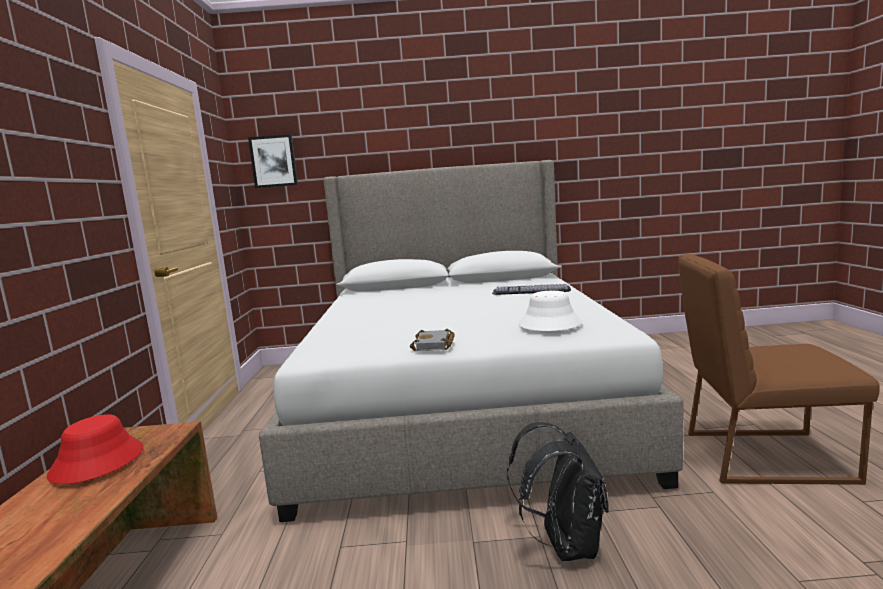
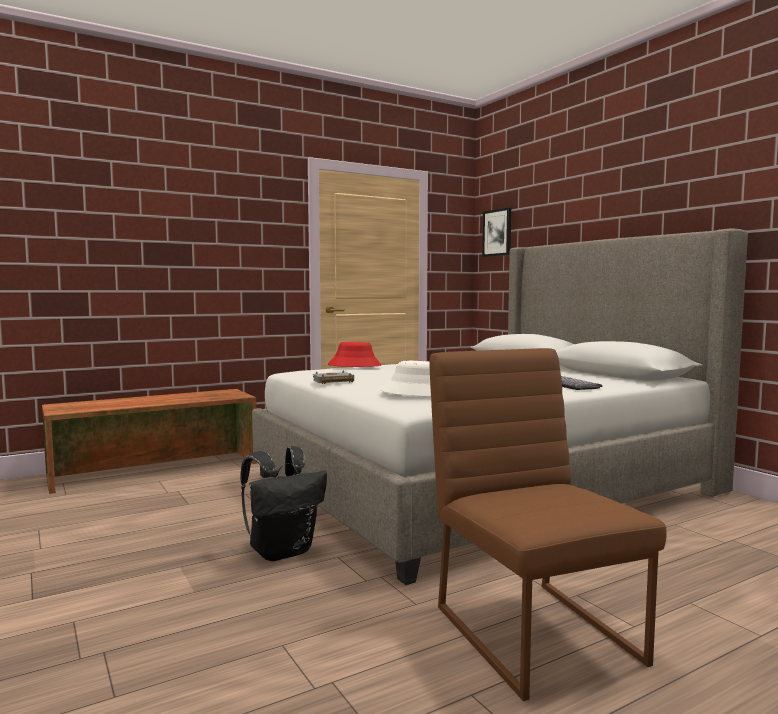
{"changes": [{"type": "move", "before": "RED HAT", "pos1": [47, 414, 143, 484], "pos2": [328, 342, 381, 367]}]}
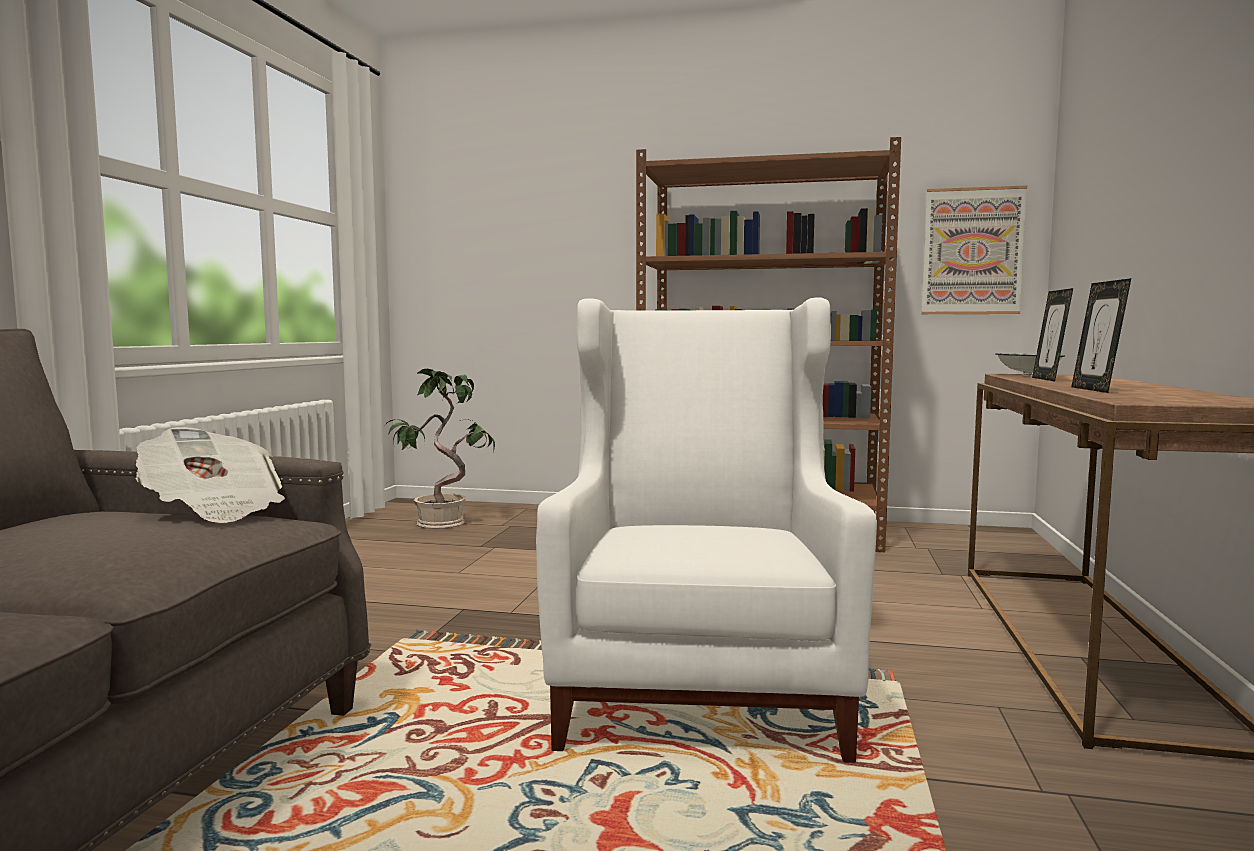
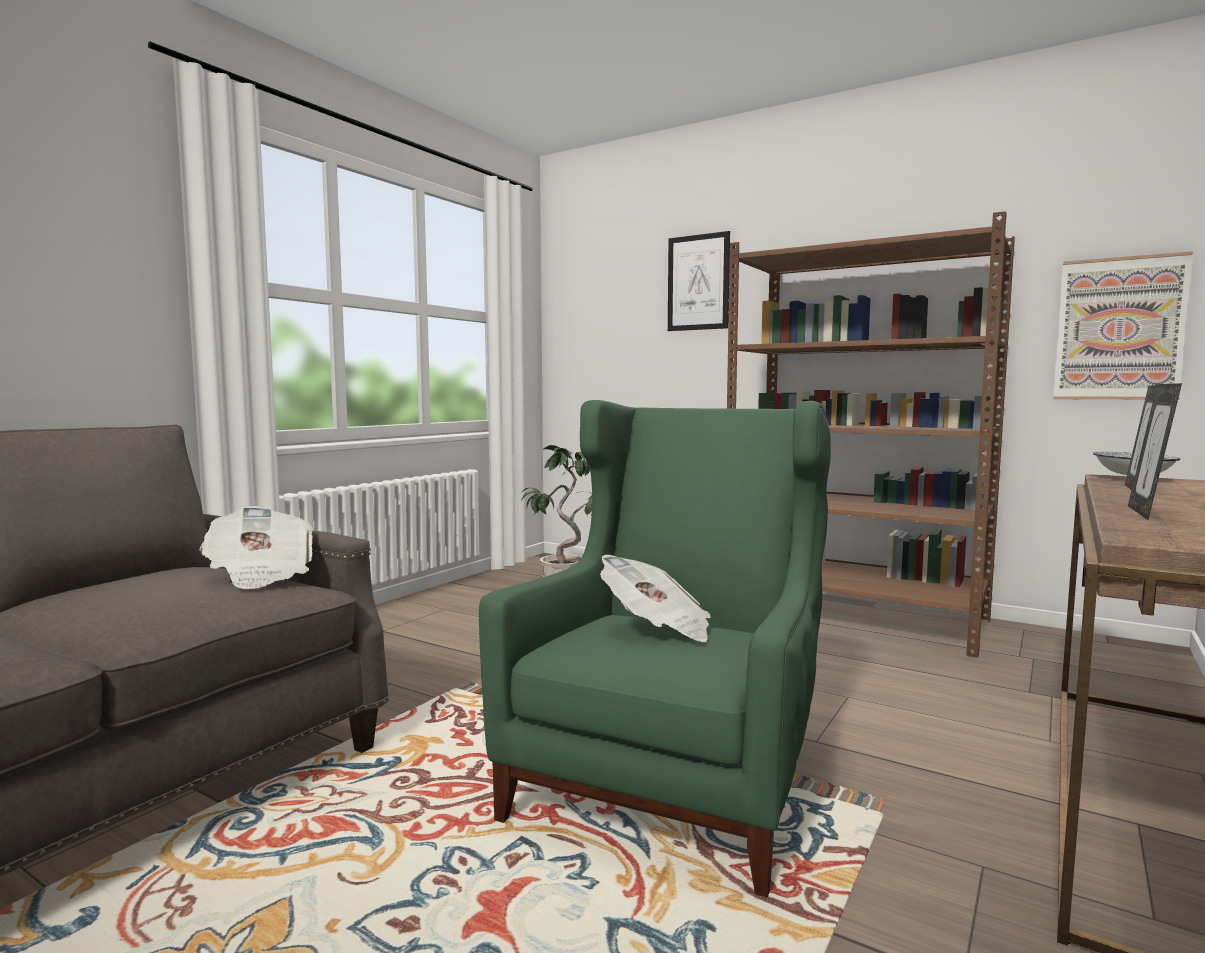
{"changes": [{"type": "recolor", "before": "WHITE ARMCHAIR", "after": "GREEN ARMCHAIR", "pos1": [536, 297, 877, 763], "pos2": [479, 400, 831, 897]}, {"type": "insert", "after": "NEWSPAPER", "pos2": [600, 555, 711, 642]}, {"type": "insert", "after": "PICTURE", "pos2": [668, 231, 730, 331]}]}
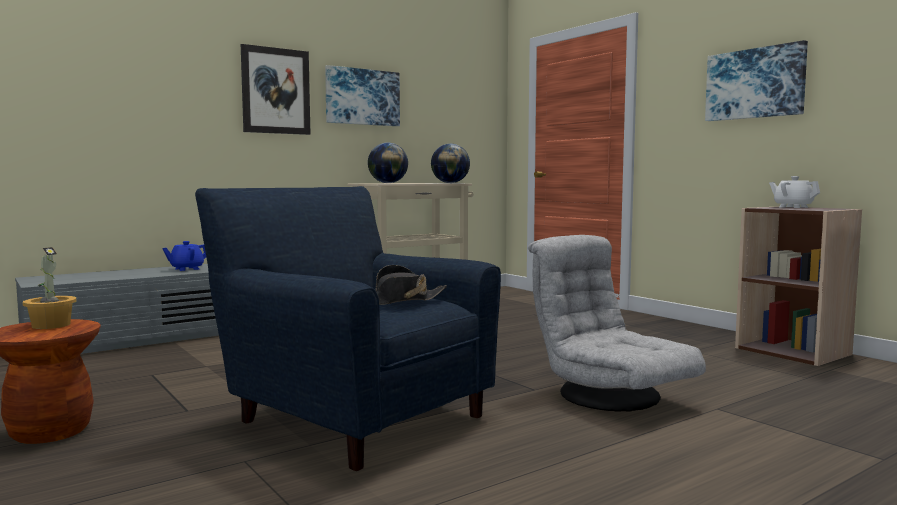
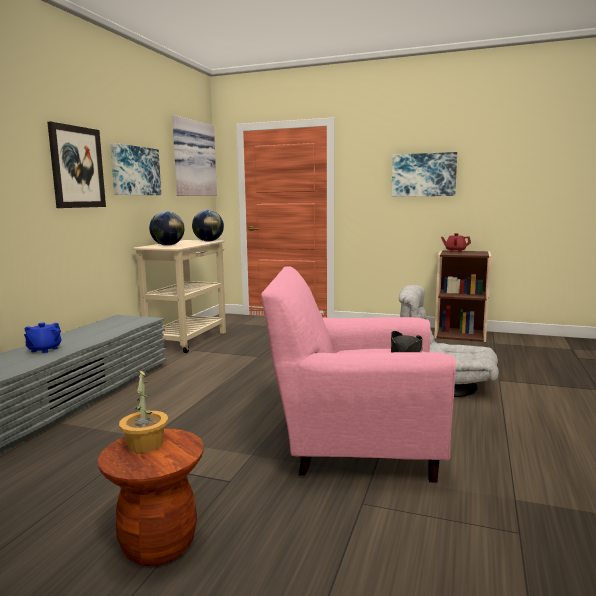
{"changes": [{"type": "recolor", "before": "BLUE ARMCHAIR", "after": "PINK ARMCHAIR", "pos1": [195, 186, 501, 471], "pos2": [261, 267, 456, 482]}, {"type": "recolor", "before": "WHITE TEAPOT", "after": "RED TEAPOT", "pos1": [769, 176, 820, 208], "pos2": [441, 233, 471, 252]}, {"type": "insert", "after": "PICTURE", "pos2": [172, 115, 217, 196]}]}
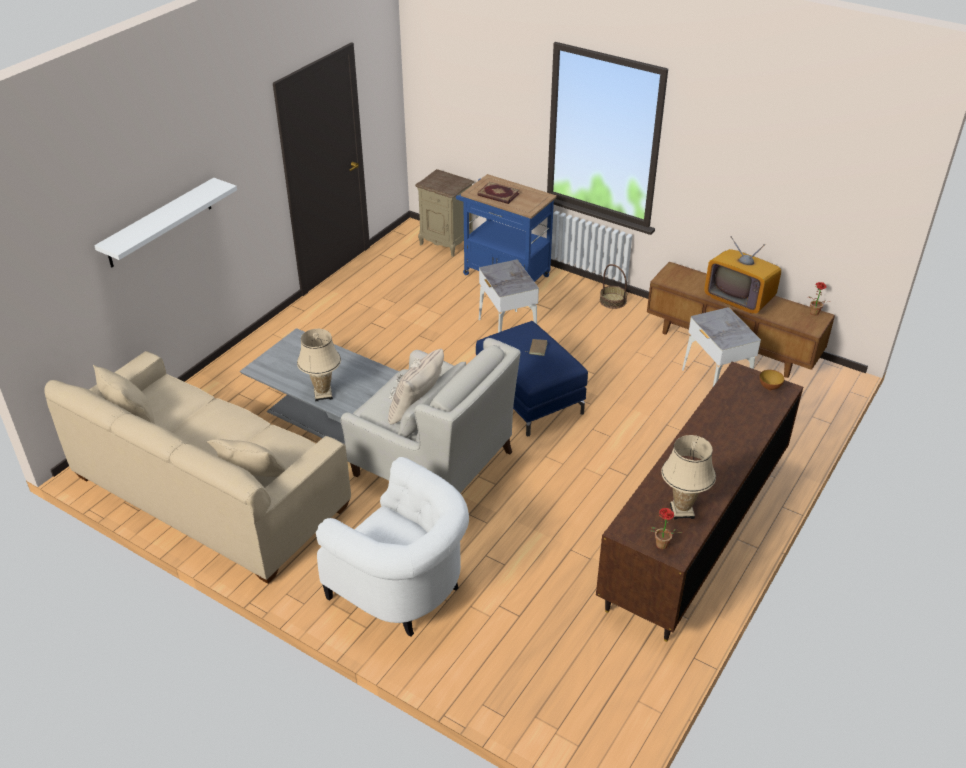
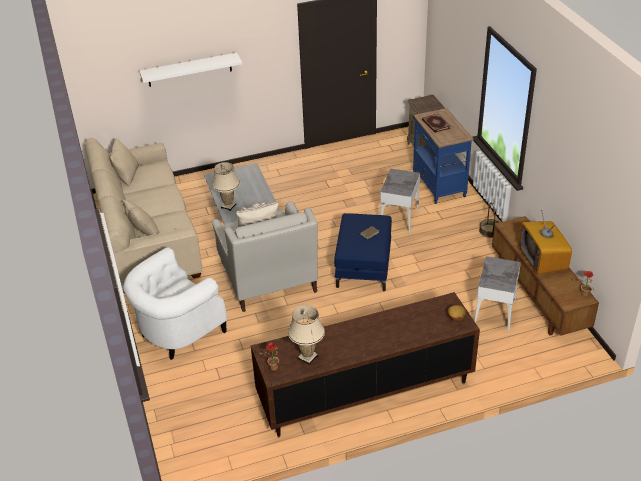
{"changes": [{"type": "rotate", "before": "WHITE ARMCHAIR", "pos1": [316, 457, 469, 637], "pos2": [123, 247, 227, 360], "turn": 60}]}
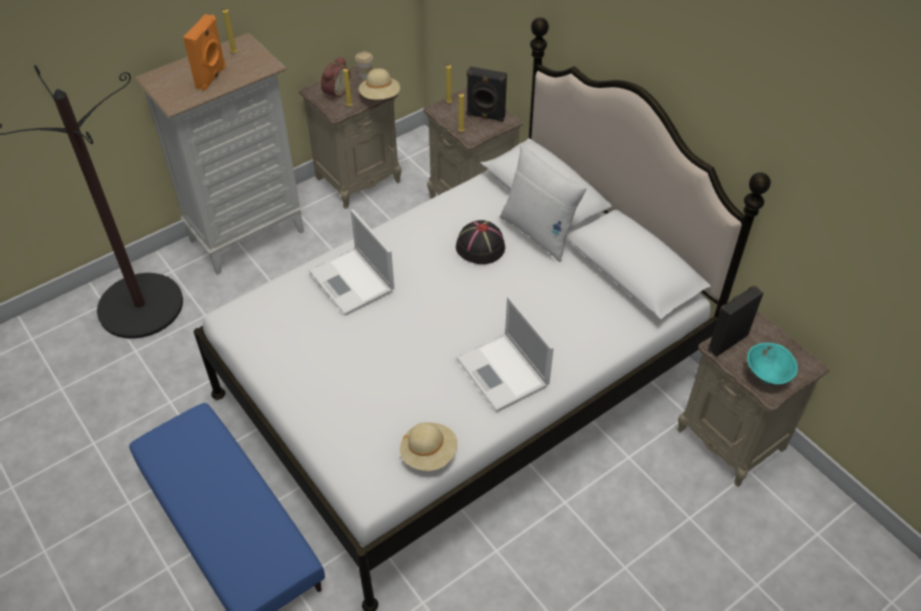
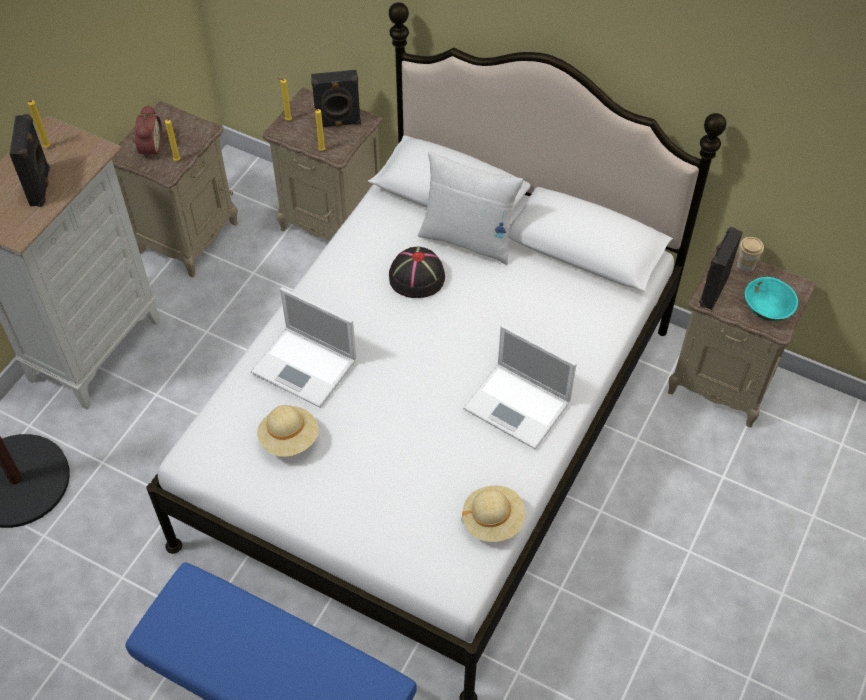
{"changes": [{"type": "recolor", "before": "ORANGE SPEAKER", "after": "BLACK SPEAKER", "pos1": [183, 14, 226, 91], "pos2": [10, 114, 50, 207]}, {"type": "move", "before": "CUP", "pos1": [355, 51, 373, 79], "pos2": [737, 237, 764, 272]}, {"type": "move", "before": "BEIGE HAT", "pos1": [359, 68, 400, 100], "pos2": [257, 405, 319, 457]}]}
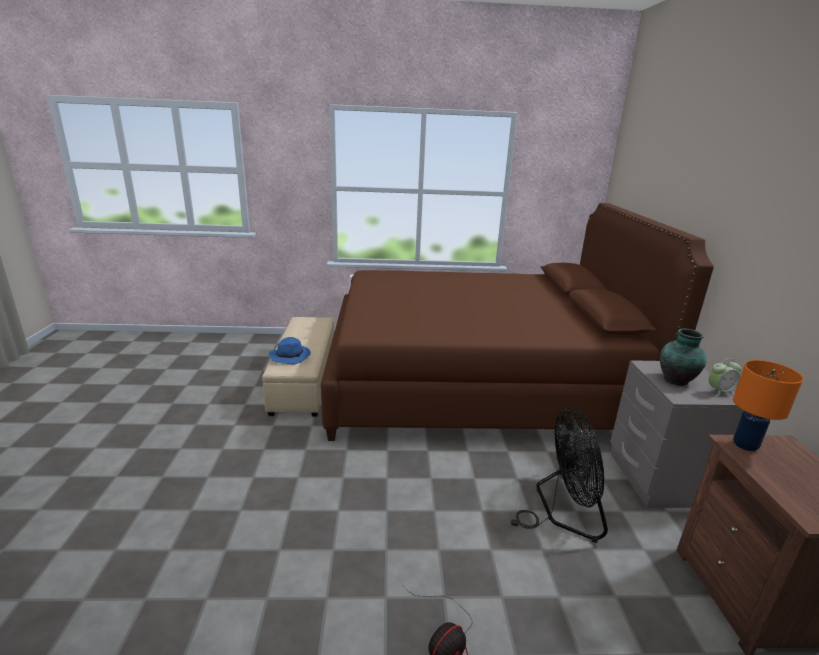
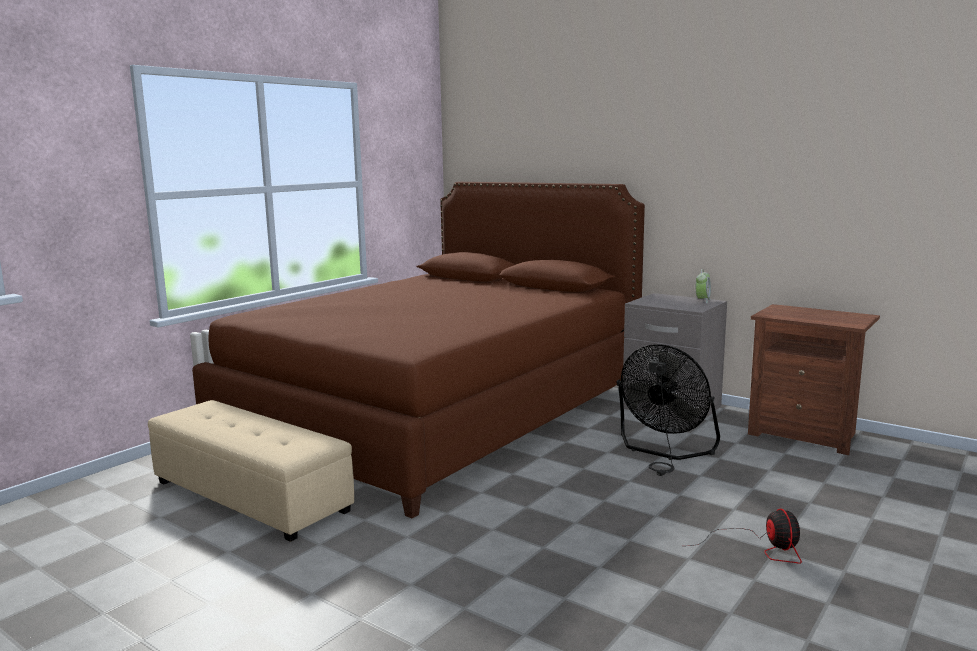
{"changes": [{"type": "delete", "before": "BLUE HAT", "pos1": [269, 337, 311, 364]}, {"type": "delete", "before": "VASE", "pos1": [660, 328, 706, 386]}, {"type": "delete", "before": "ORANGE TABLE LAMP", "pos1": [733, 360, 803, 451]}]}
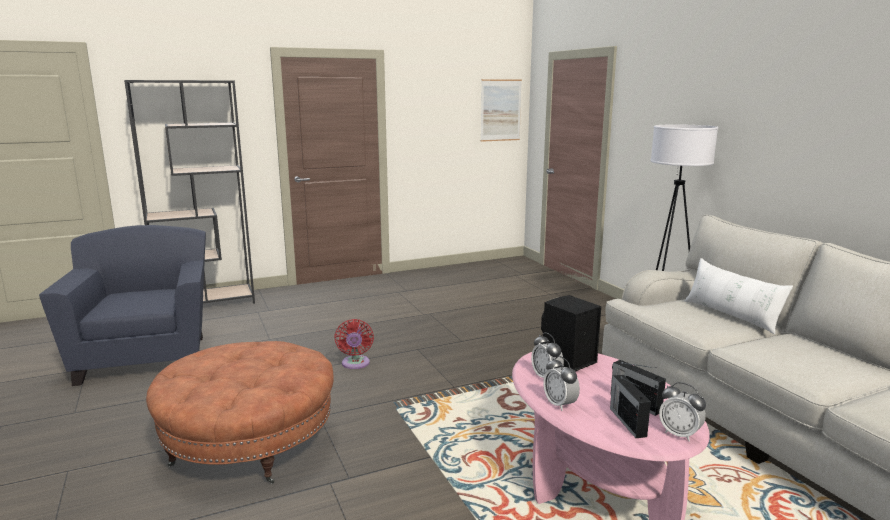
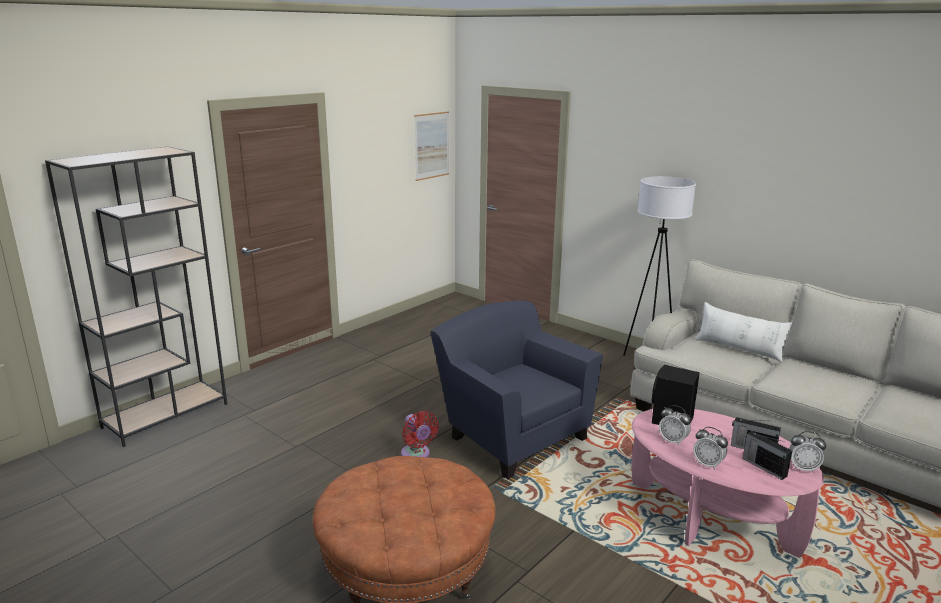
{"changes": [{"type": "move", "before": "BLUE ARMCHAIR", "pos1": [39, 225, 206, 386], "pos2": [431, 300, 603, 480]}]}
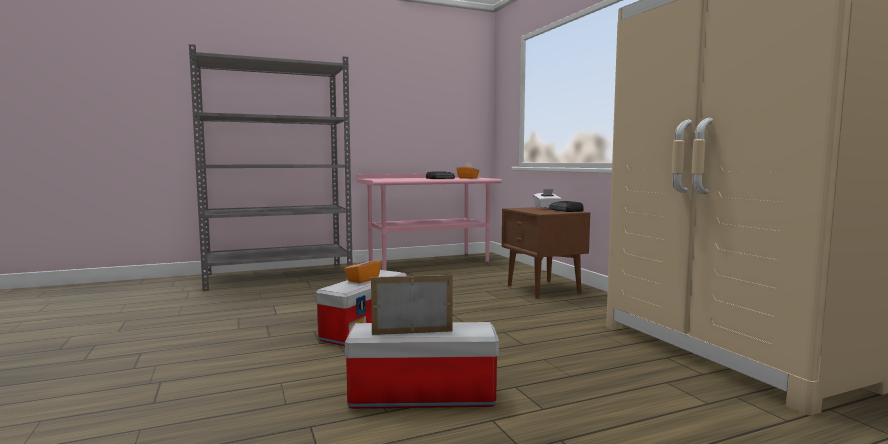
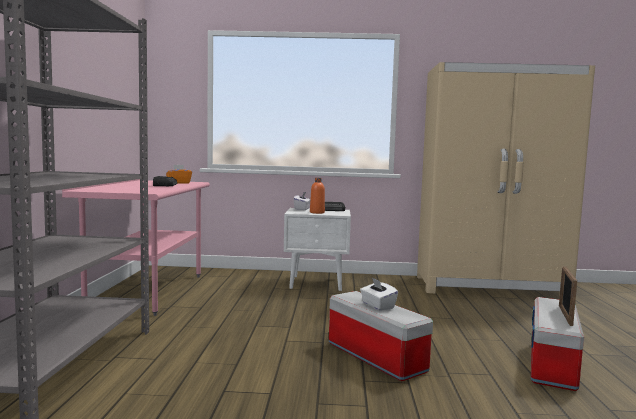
{"changes": [{"type": "recolor", "before": "ORANGE TISSUE BOX", "after": "WHITE TISSUE BOX", "pos1": [344, 253, 381, 283], "pos2": [360, 278, 398, 311]}, {"type": "recolor", "before": "BROWN NIGHTSTAND", "after": "WHITE NIGHTSTAND", "pos1": [502, 207, 590, 299], "pos2": [284, 208, 351, 291]}, {"type": "insert", "after": "ORANGE BOTTLE", "pos2": [310, 178, 325, 214]}]}
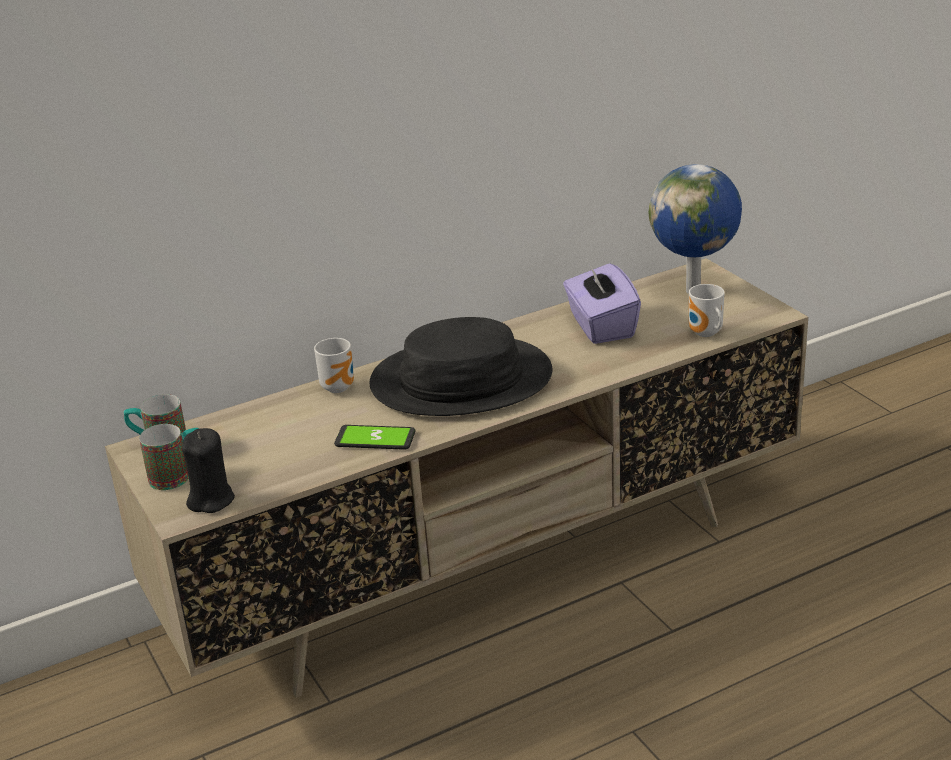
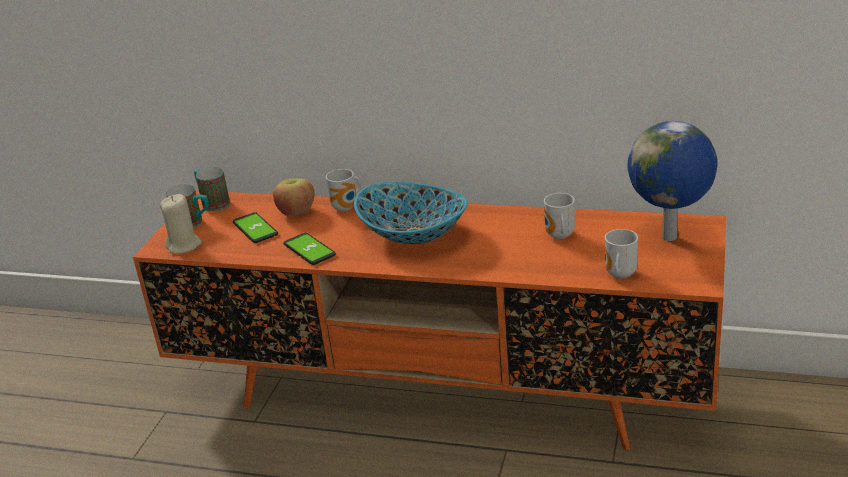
{"changes": [{"type": "recolor", "before": "BEIGE TV STAND", "after": "ORANGE TV STAND", "pos1": [105, 258, 808, 698], "pos2": [133, 190, 726, 450]}, {"type": "recolor", "before": "BLACK CANDLE", "after": "BEIGE CANDLE", "pos1": [182, 428, 235, 513], "pos2": [160, 194, 202, 254]}, {"type": "replace", "before": "BLACK HAT", "after": "BOWL", "pos1": [369, 317, 553, 416], "pos2": [354, 181, 468, 244]}, {"type": "replace", "before": "PURPLE TISSUE BOX", "after": "MUG", "pos1": [563, 259, 641, 344], "pos2": [544, 193, 575, 239]}, {"type": "insert", "after": "PHONE", "pos2": [233, 212, 278, 243]}, {"type": "insert", "after": "APPLE", "pos2": [273, 178, 314, 217]}]}
